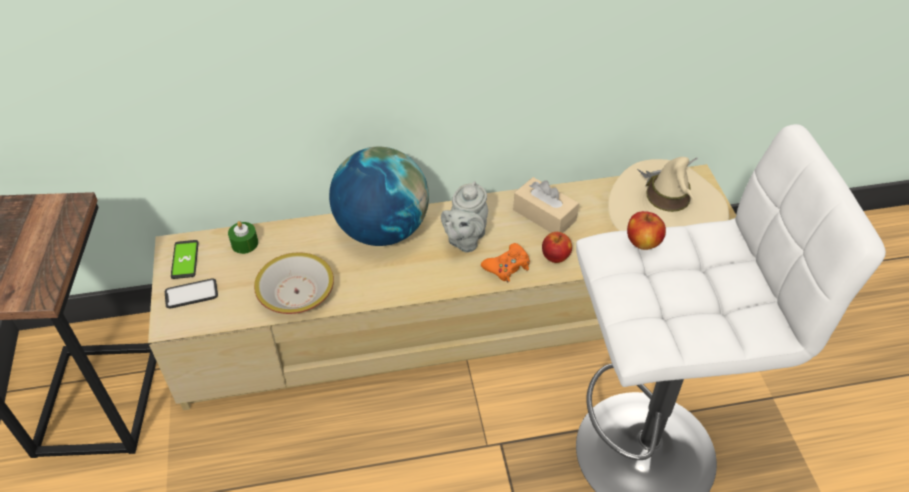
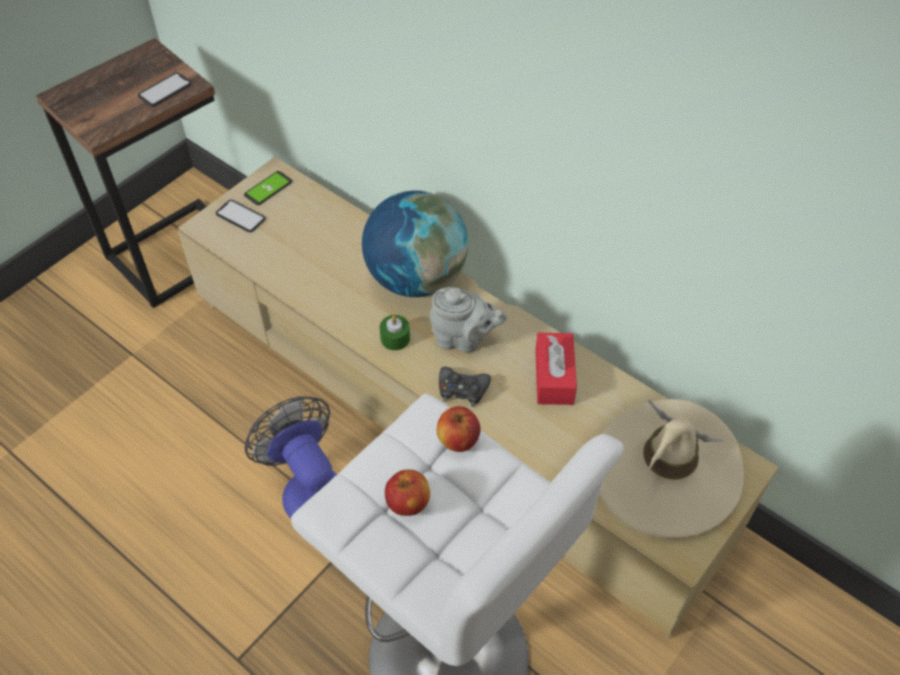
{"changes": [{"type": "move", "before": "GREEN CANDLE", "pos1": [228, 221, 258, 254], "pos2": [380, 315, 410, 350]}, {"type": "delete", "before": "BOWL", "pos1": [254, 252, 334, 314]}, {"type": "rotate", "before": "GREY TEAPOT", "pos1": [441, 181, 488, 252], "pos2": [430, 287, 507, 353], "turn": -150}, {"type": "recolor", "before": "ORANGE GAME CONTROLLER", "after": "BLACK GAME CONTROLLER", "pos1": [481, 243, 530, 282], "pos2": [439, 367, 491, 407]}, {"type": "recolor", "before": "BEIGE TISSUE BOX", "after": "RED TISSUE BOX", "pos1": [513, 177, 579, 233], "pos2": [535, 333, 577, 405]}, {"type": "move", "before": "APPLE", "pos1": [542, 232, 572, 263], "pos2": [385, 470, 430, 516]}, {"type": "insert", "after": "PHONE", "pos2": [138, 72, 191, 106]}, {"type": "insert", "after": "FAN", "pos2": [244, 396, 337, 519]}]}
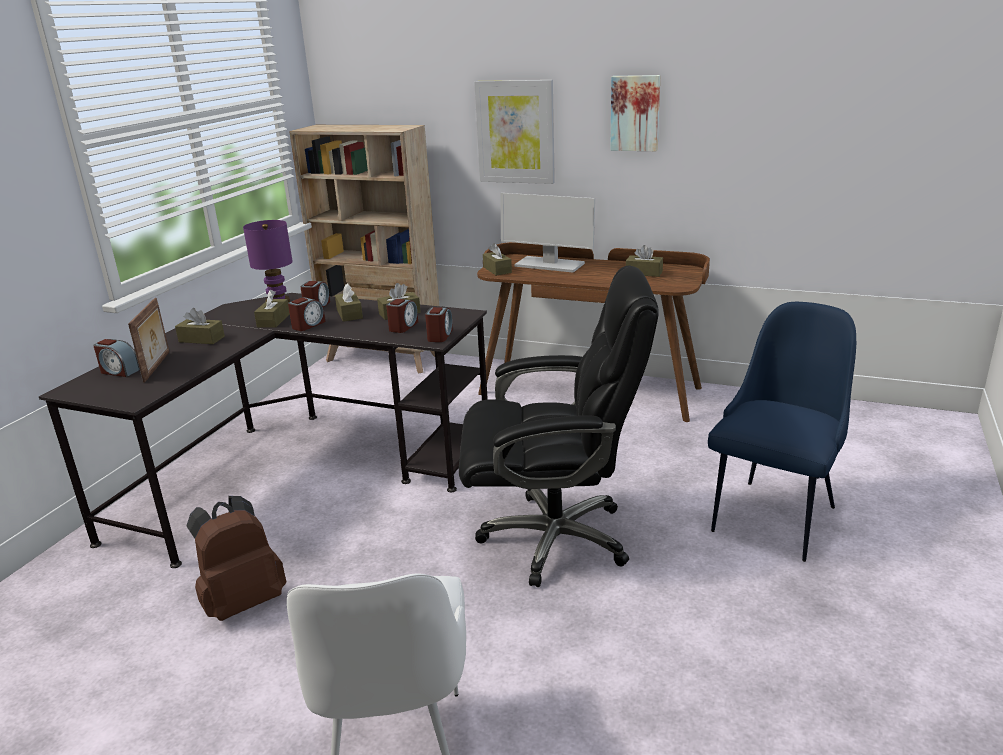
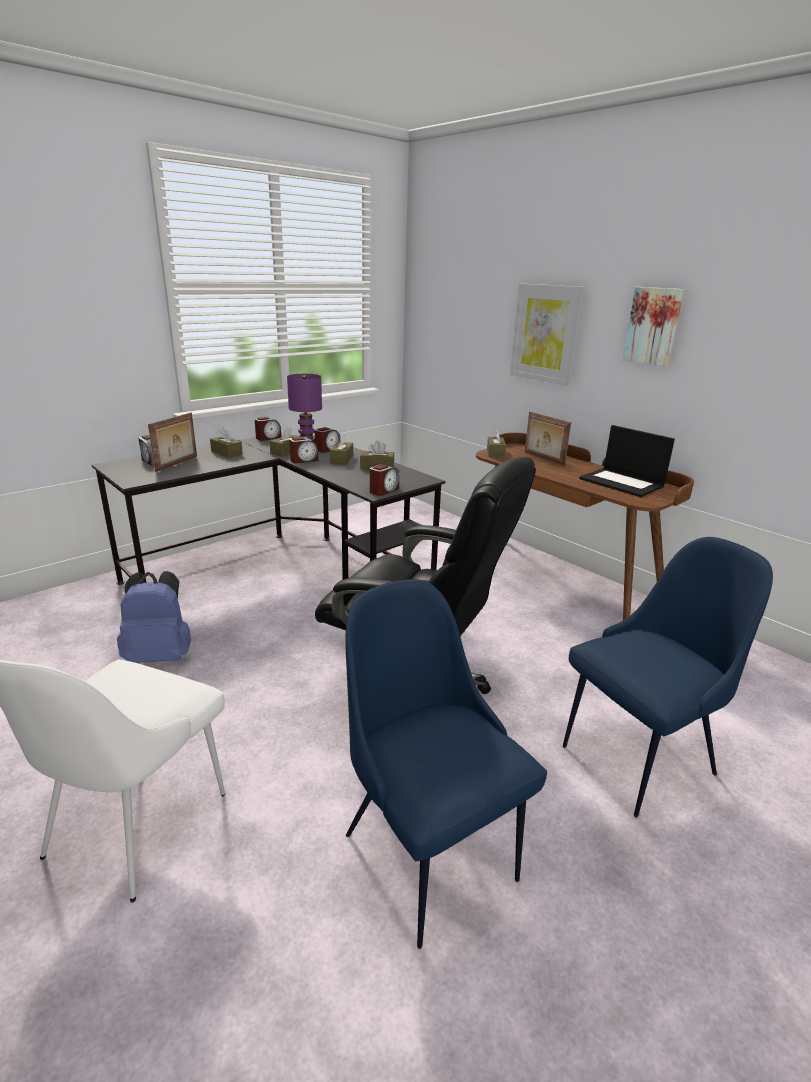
{"changes": [{"type": "recolor", "before": "BROWN BACKPACK", "after": "BLUE BACKPACK", "pos1": [186, 496, 286, 621], "pos2": [117, 571, 191, 663]}, {"type": "delete", "before": "BEIGE BOOKCASE", "pos1": [289, 125, 439, 374]}, {"type": "move", "before": "ALARM CLOCK", "pos1": [386, 299, 418, 333], "pos2": [255, 417, 281, 441]}, {"type": "replace", "before": "MONITOR", "after": "PICTURE FRAME", "pos1": [500, 193, 595, 273], "pos2": [525, 412, 571, 465]}, {"type": "replace", "before": "BROWN TISSUE BOX", "after": "LAPTOP", "pos1": [626, 245, 663, 277], "pos2": [579, 425, 675, 497]}, {"type": "insert", "after": "BLUE CHAIR", "pos2": [345, 579, 547, 949]}]}
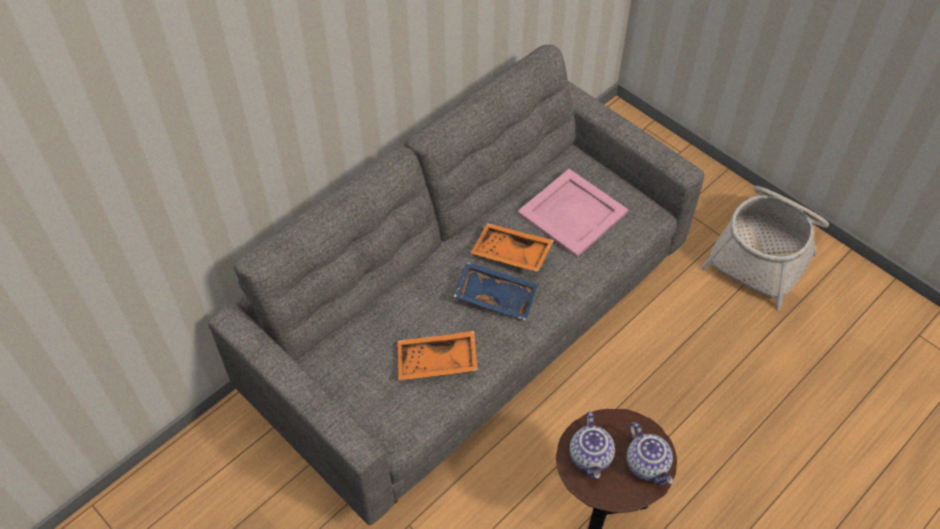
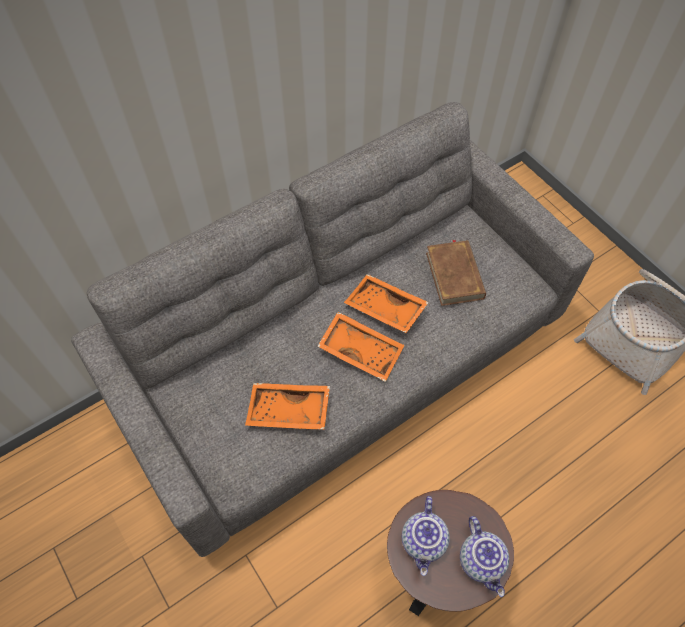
{"changes": [{"type": "recolor", "before": "BLUE TRAY", "after": "ORANGE TRAY", "pos1": [454, 262, 538, 320], "pos2": [318, 312, 405, 382]}, {"type": "replace", "before": "PINK TRAY", "after": "BROWN BOOK", "pos1": [517, 169, 629, 257], "pos2": [426, 239, 486, 306]}]}
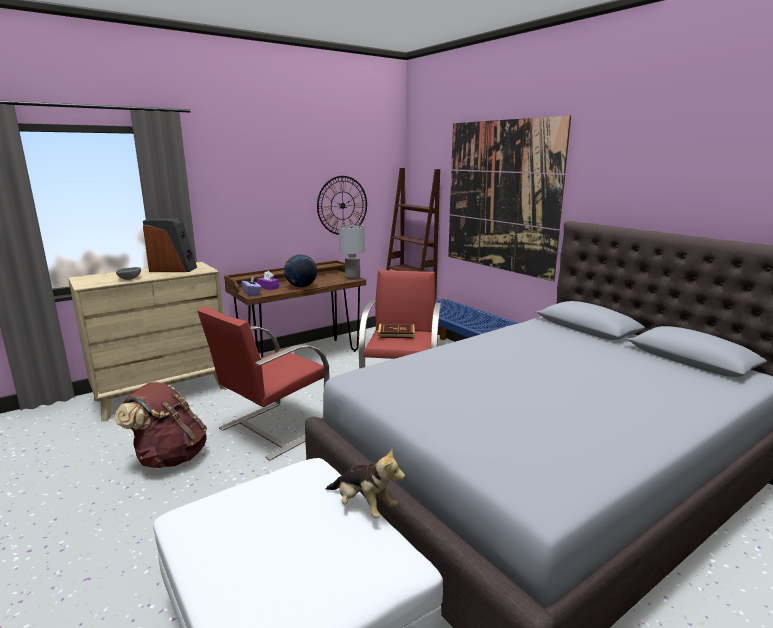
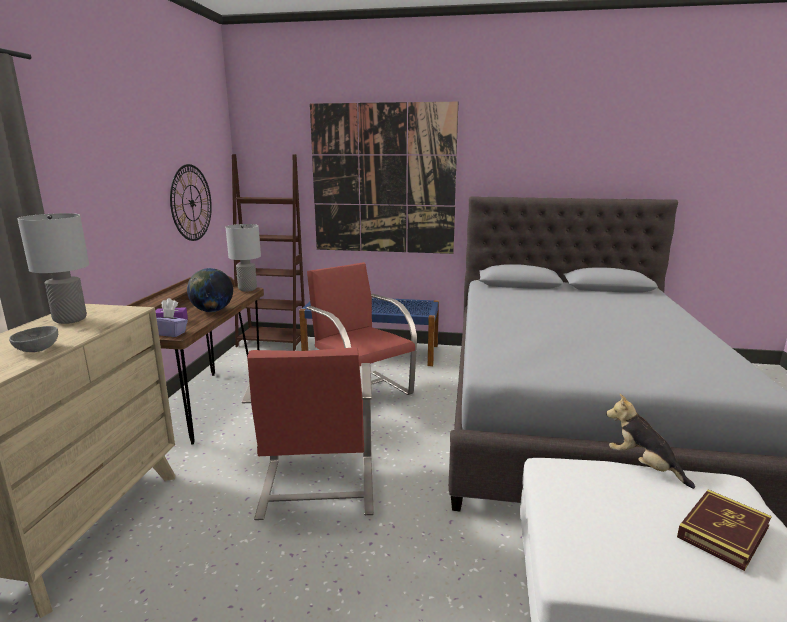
{"changes": [{"type": "delete", "before": "BROWN BACKPACK", "pos1": [114, 382, 207, 468]}, {"type": "replace", "before": "SPEAKER", "after": "GREY TABLE LAMP", "pos1": [143, 218, 197, 272], "pos2": [17, 213, 89, 324]}, {"type": "rotate", "before": "PLUSH TOY", "pos1": [326, 448, 405, 518], "pos2": [606, 394, 695, 489], "turn": -120}, {"type": "move", "before": "BOOK", "pos1": [378, 324, 415, 339], "pos2": [677, 489, 772, 571]}]}
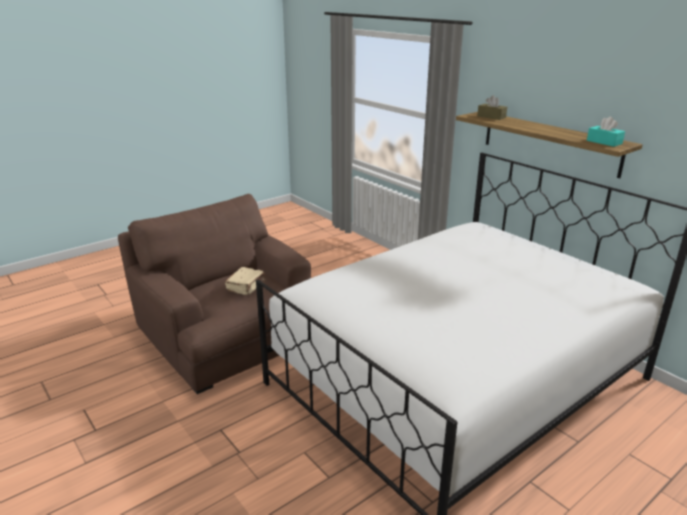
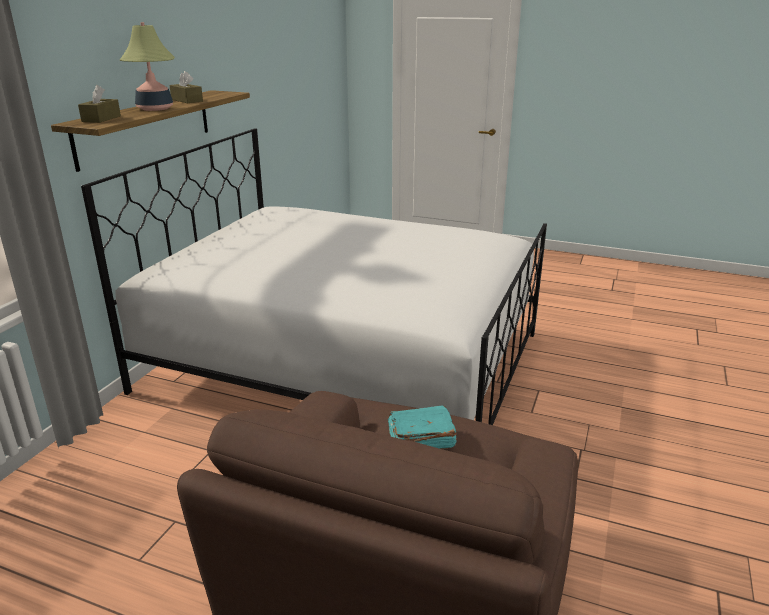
{"changes": [{"type": "recolor", "before": "BEIGE BOOK", "after": "TURQUOISE BOOK", "pos1": [225, 267, 265, 295], "pos2": [387, 405, 457, 449]}, {"type": "delete", "before": "TURQUOISE TISSUE BOX", "pos1": [587, 117, 625, 147]}, {"type": "insert", "after": "TABLE LAMP", "pos2": [119, 22, 175, 111]}, {"type": "insert", "after": "BROWN TISSUE BOX", "pos2": [169, 71, 203, 103]}]}
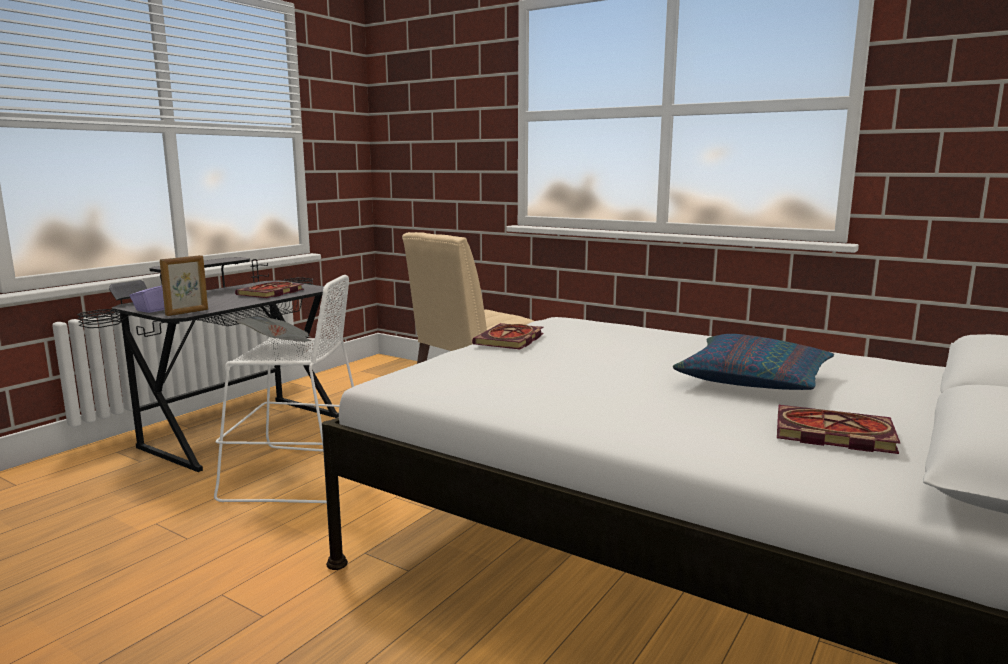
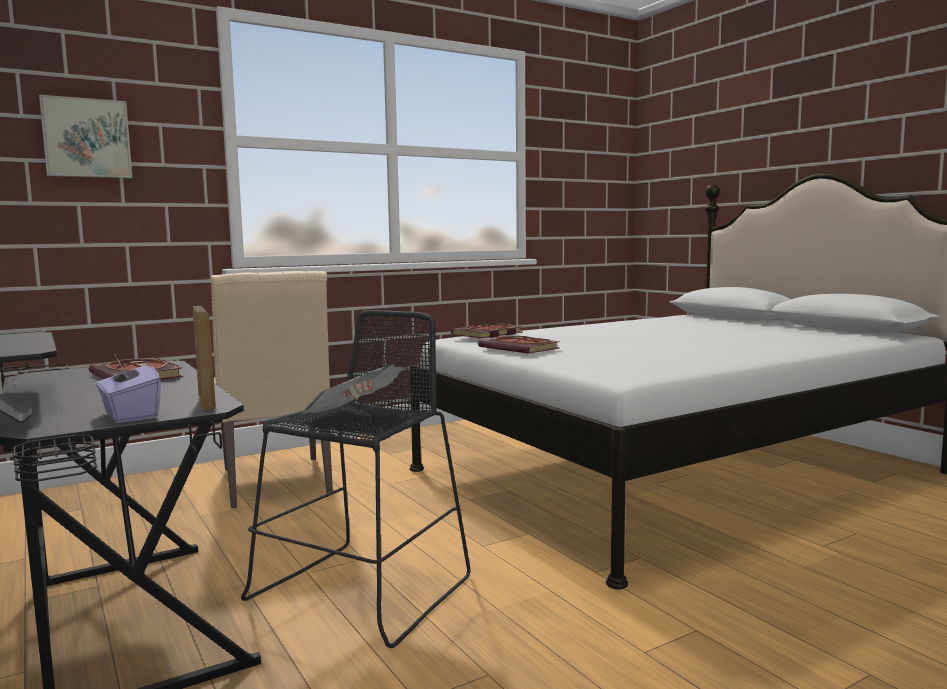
{"changes": [{"type": "recolor", "before": "WHITE STOOL", "after": "BLACK STOOL", "pos1": [214, 275, 354, 503], "pos2": [241, 310, 470, 648]}, {"type": "delete", "before": "BLUE PILLOW", "pos1": [673, 334, 834, 390]}, {"type": "move", "before": "BOOK", "pos1": [777, 405, 900, 454], "pos2": [451, 323, 523, 338]}, {"type": "insert", "after": "PICTURE", "pos2": [39, 95, 132, 178]}]}
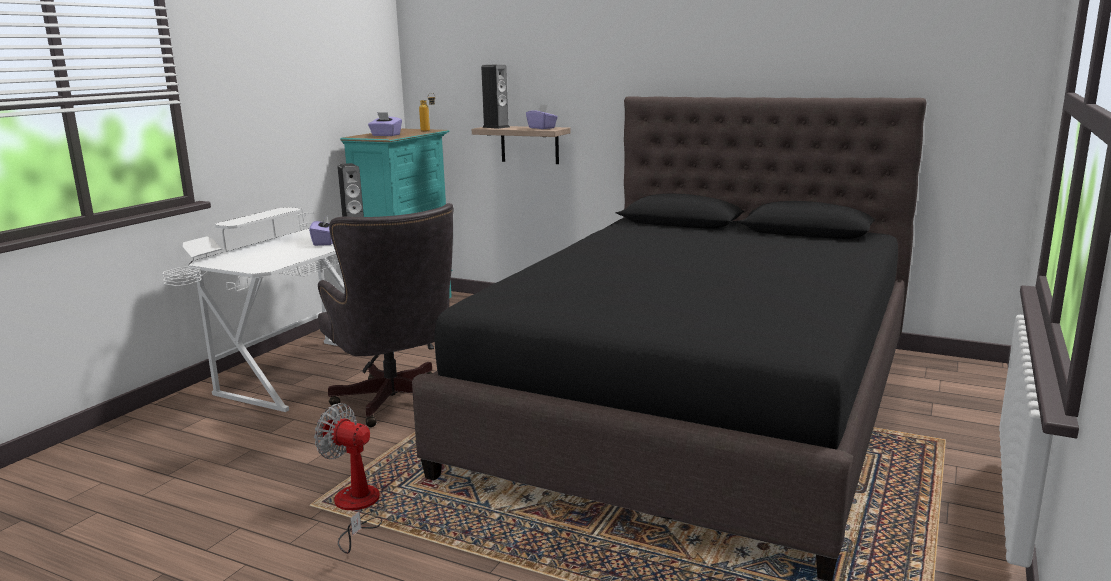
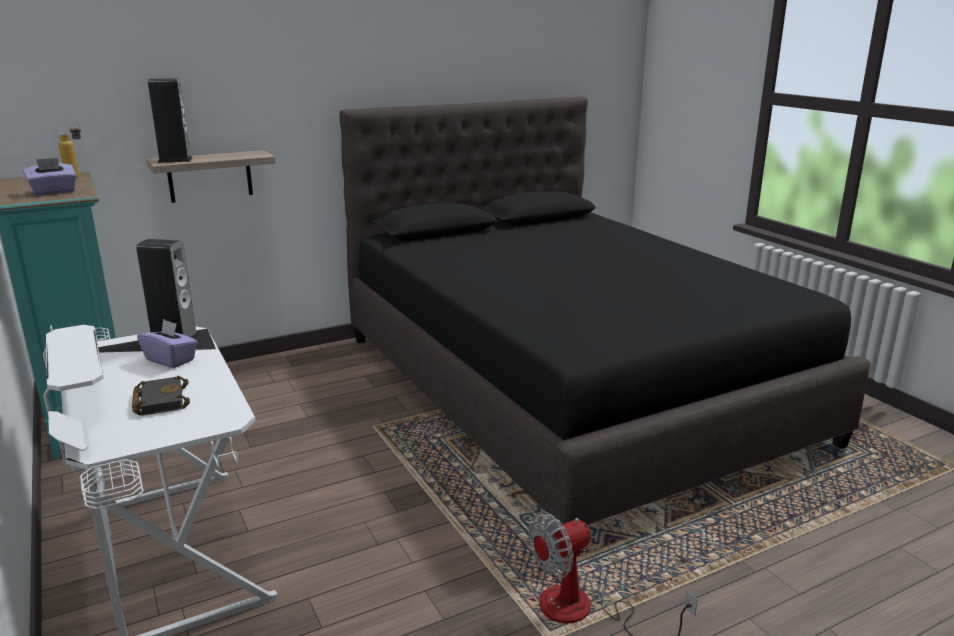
{"changes": [{"type": "delete", "before": "GREY OFFICE CHAIR", "pos1": [318, 203, 453, 427]}, {"type": "delete", "before": "PURPLE TISSUE BOX", "pos1": [526, 105, 558, 129]}, {"type": "insert", "after": "BLACK BOOK", "pos2": [132, 376, 190, 416]}]}
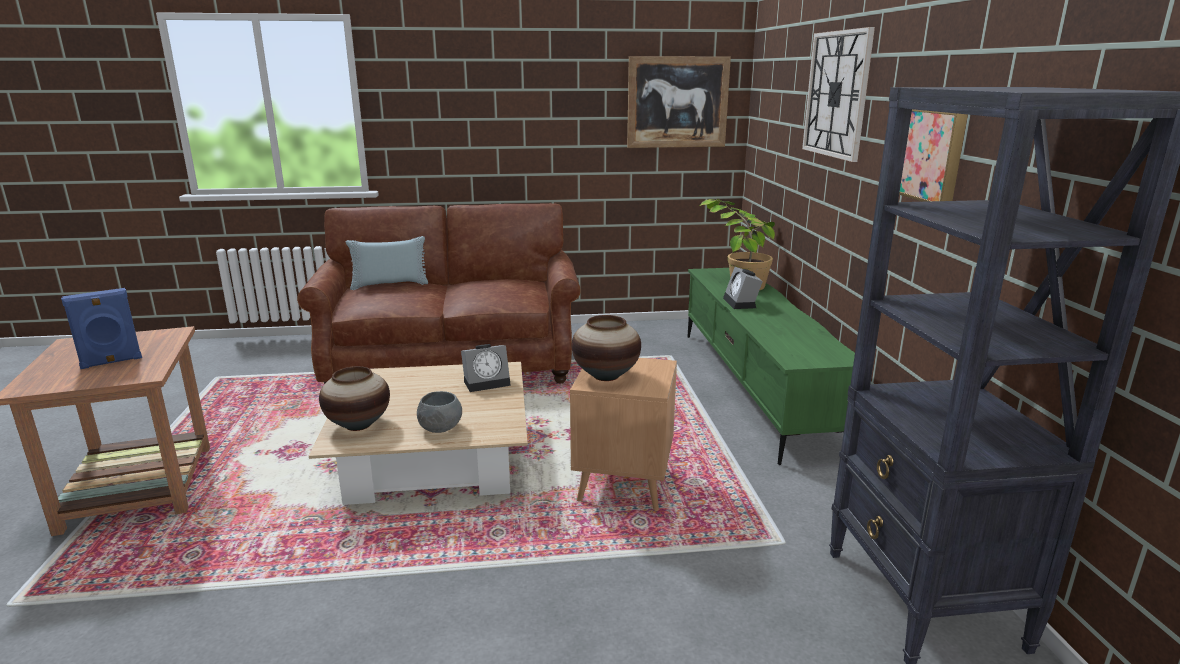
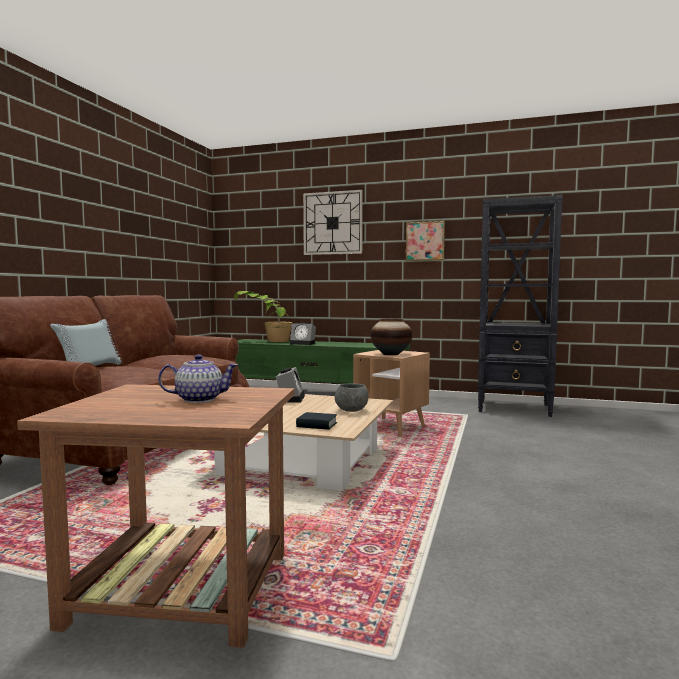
{"changes": [{"type": "replace", "before": "BLUE SPEAKER", "after": "TEAPOT", "pos1": [61, 288, 142, 369], "pos2": [158, 354, 238, 403]}, {"type": "replace", "before": "VASE", "after": "BOOK", "pos1": [319, 366, 390, 431], "pos2": [296, 412, 337, 430]}, {"type": "delete", "before": "PICTURE", "pos1": [627, 56, 731, 148]}]}
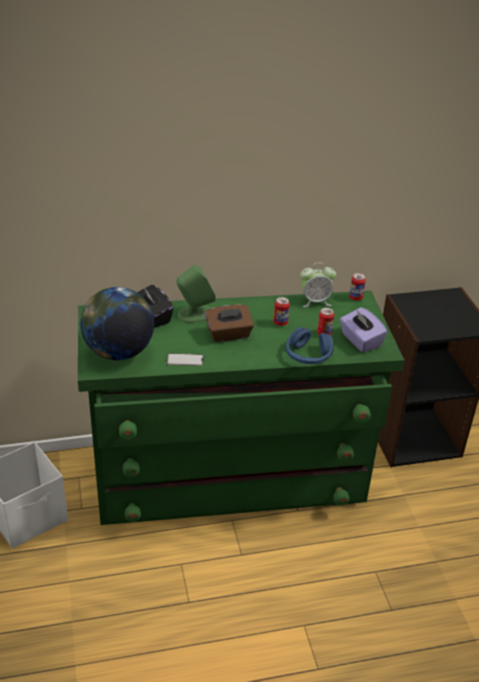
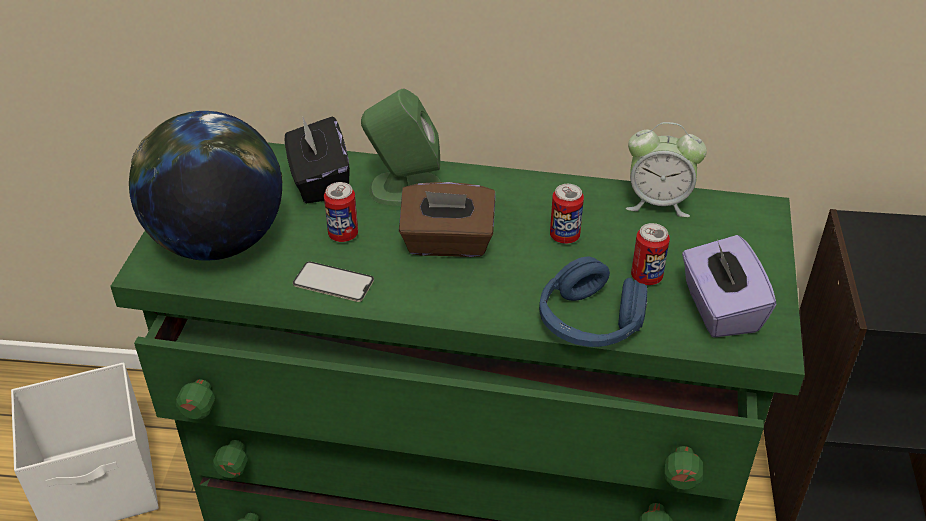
{"changes": [{"type": "move", "before": "CAN", "pos1": [349, 273, 366, 301], "pos2": [324, 182, 358, 242]}]}
